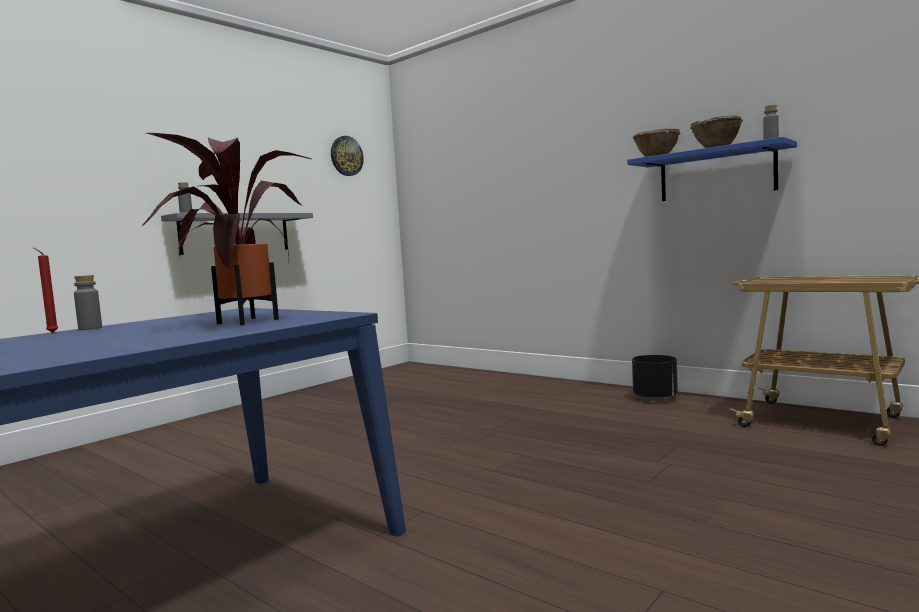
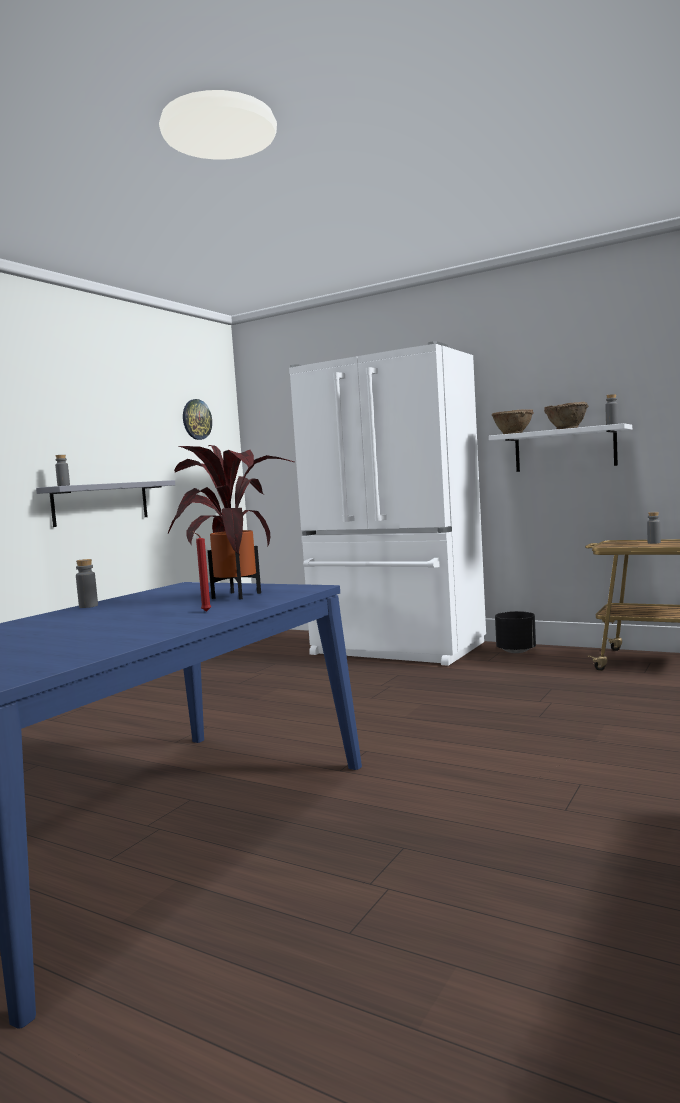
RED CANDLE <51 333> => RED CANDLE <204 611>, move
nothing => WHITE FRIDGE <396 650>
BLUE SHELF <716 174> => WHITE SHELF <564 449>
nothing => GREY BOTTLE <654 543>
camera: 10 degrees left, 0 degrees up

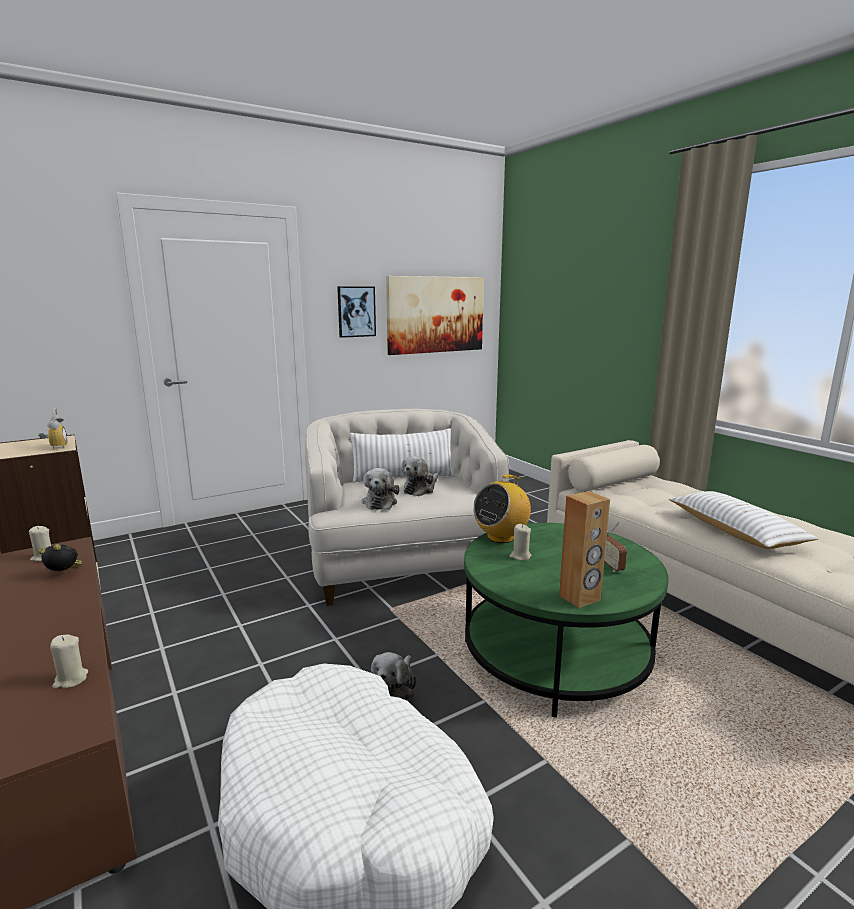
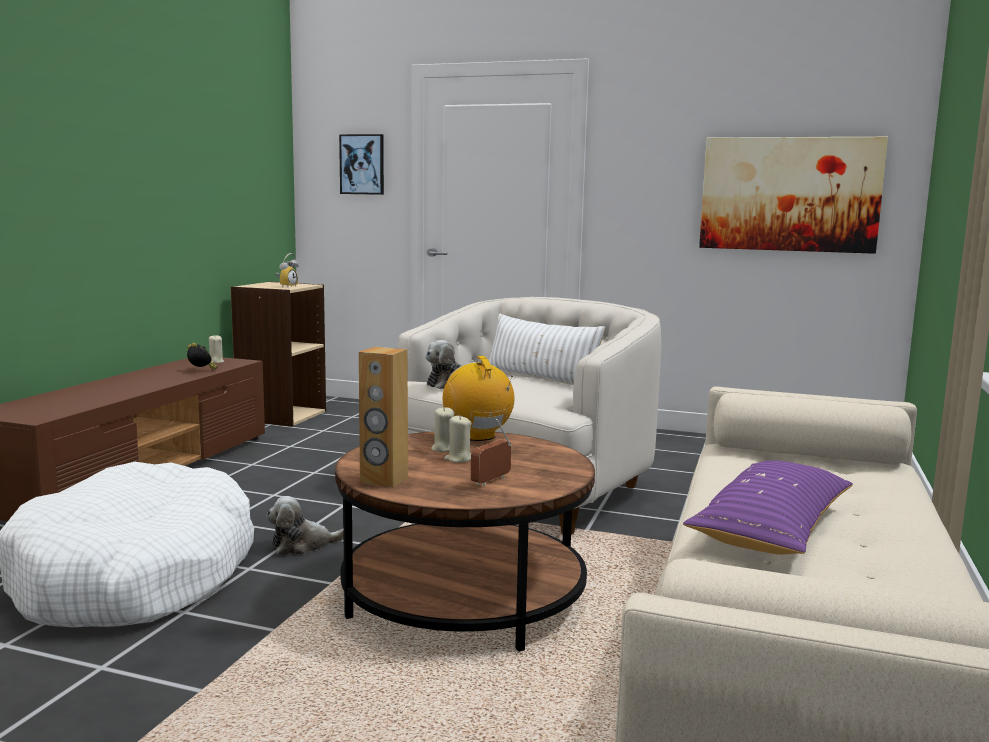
GREEN COFFEE TABLE <555 654> => BROWN COFFEE TABLE <464 596>
PICTURE <356 311> => PICTURE <362 164>, move
RADIO <501 537> => RADIO <478 436>, 60 degrees clockwise
BEIGE CANDLE <70 680> => BEIGE CANDLE <458 459>, move
WHITE PILLOW <735 531> => PURPLE PILLOW <772 528>
PLUSH TOY <420 489> => nothing
camera: 50 degrees right, 5 degrees down

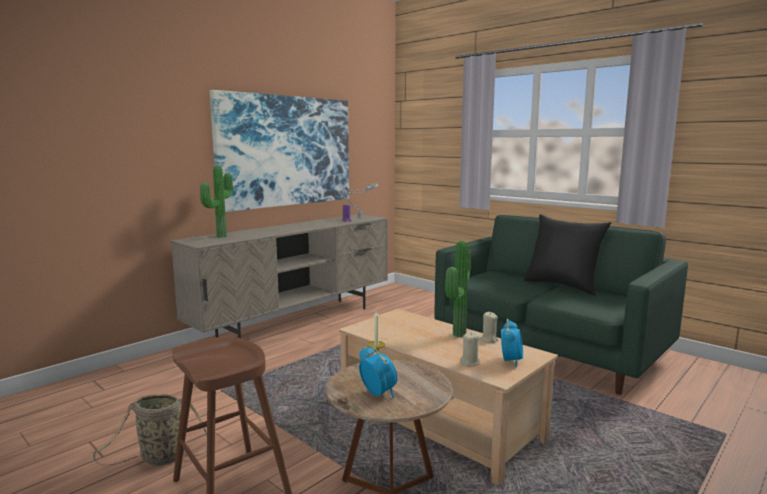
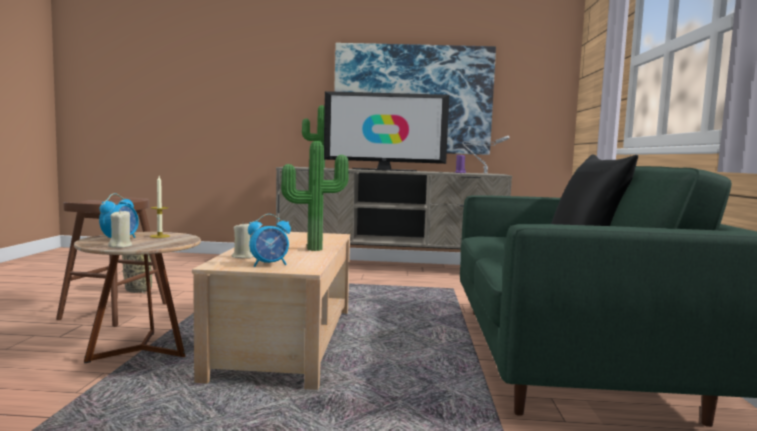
BEIGE CANDLE <488 340> => BEIGE CANDLE <120 246>, move
nothing => TELEVISION <384 170>
camera: 50 degrees right, 5 degrees down

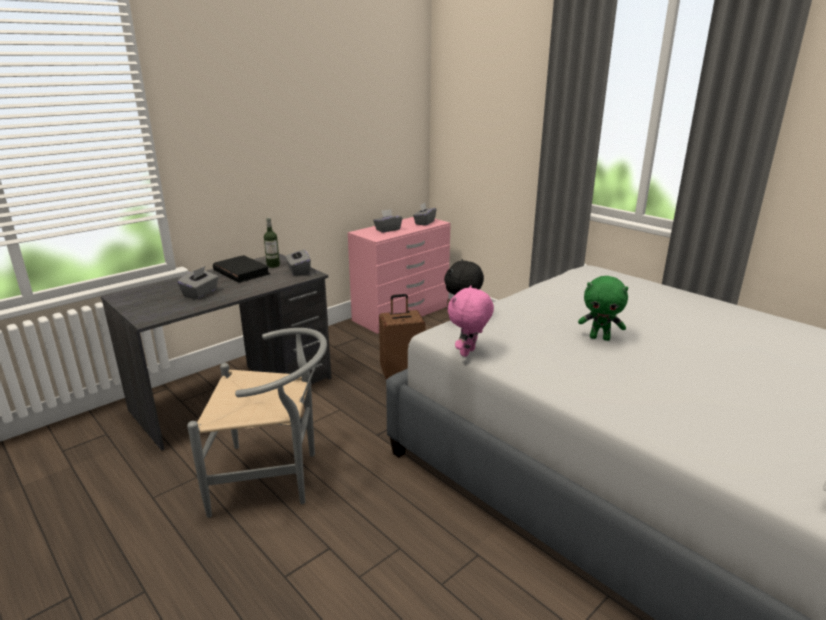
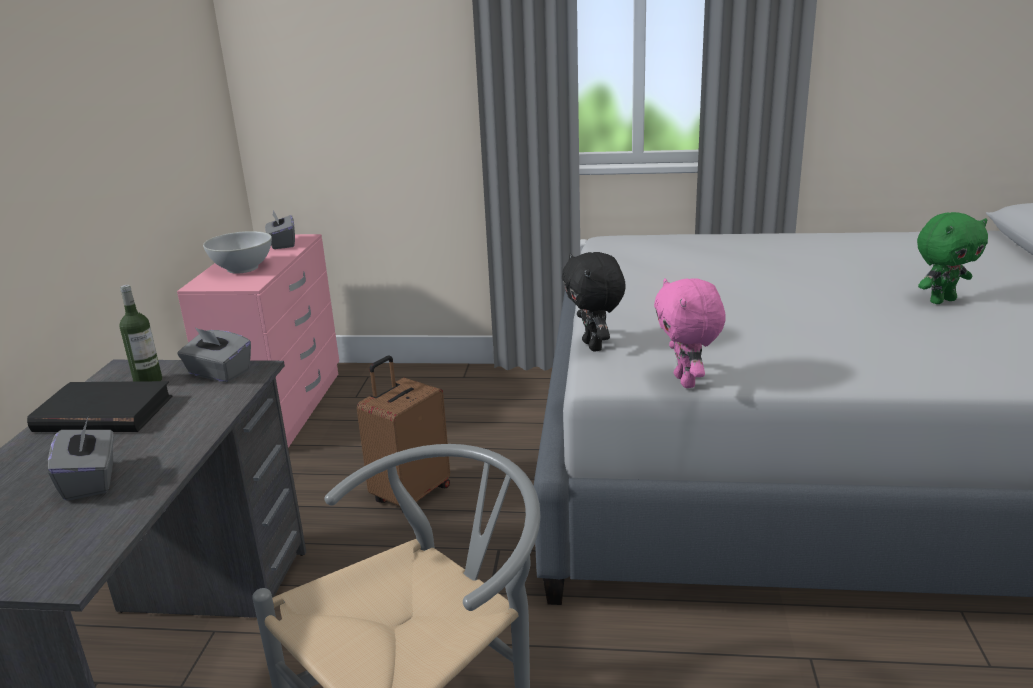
GREY TISSUE BOX <387 230> => WHITE BOWL <242 268>
GREEN PLUSH TOY <600 338> => GREEN PLUSH TOY <941 300>, move
camera: 40 degrees left, 0 degrees up

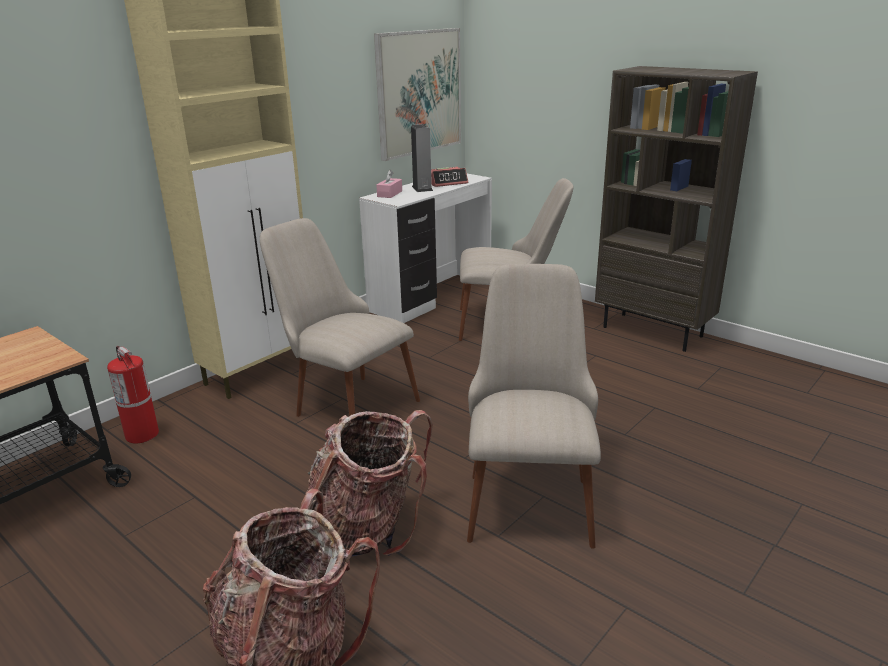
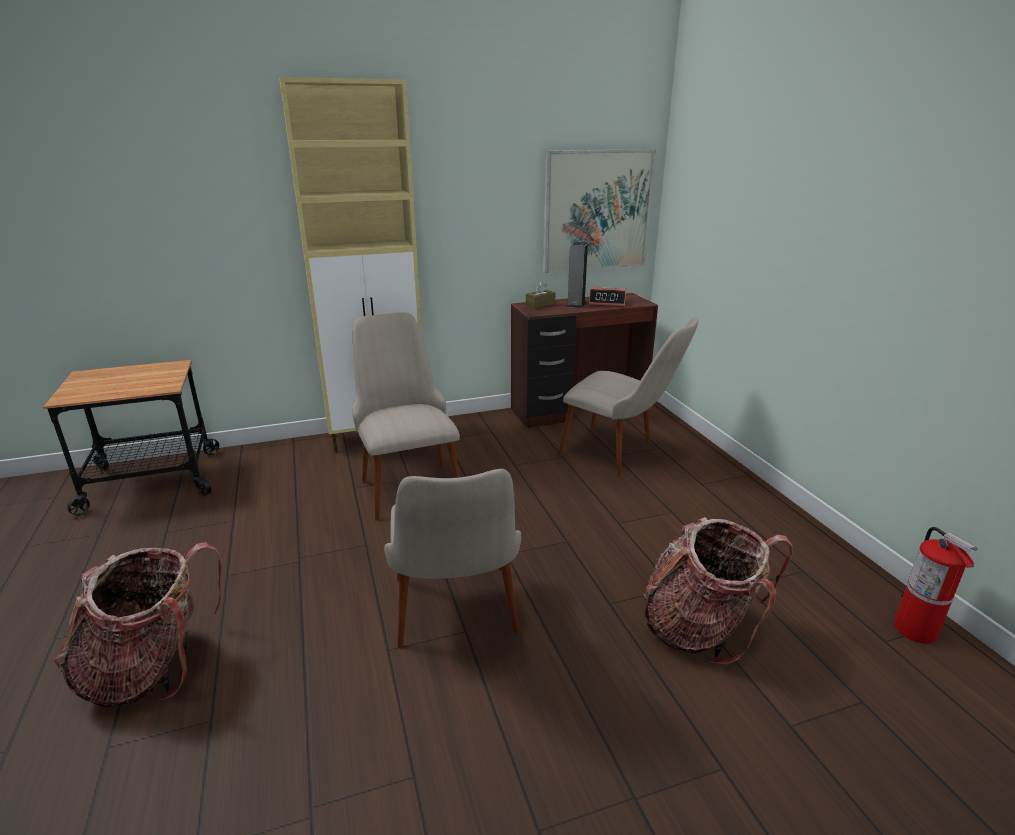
BEIGE CHAIR <529 493> => BEIGE CHAIR <457 622>, 135 degrees clockwise
WHITE DESK <432 297> => BROWN DESK <579 410>
PINK TISSUE BOX <389 194> => BROWN TISSUE BOX <540 304>
BACKPACK <368 527> => BACKPACK <700 629>, move
FIRE EXTINGUISHER <142 435> => FIRE EXTINGUISHER <915 630>, move
BROWN BOOKCASE <653 331> => nothing
camera: 30 degrees right, 0 degrees up

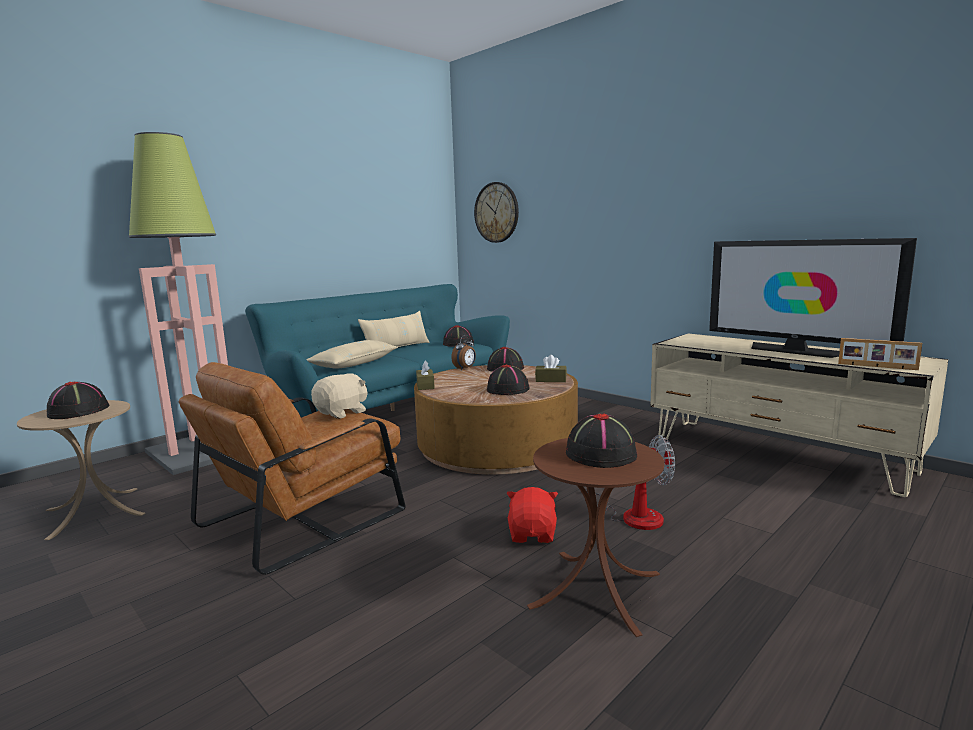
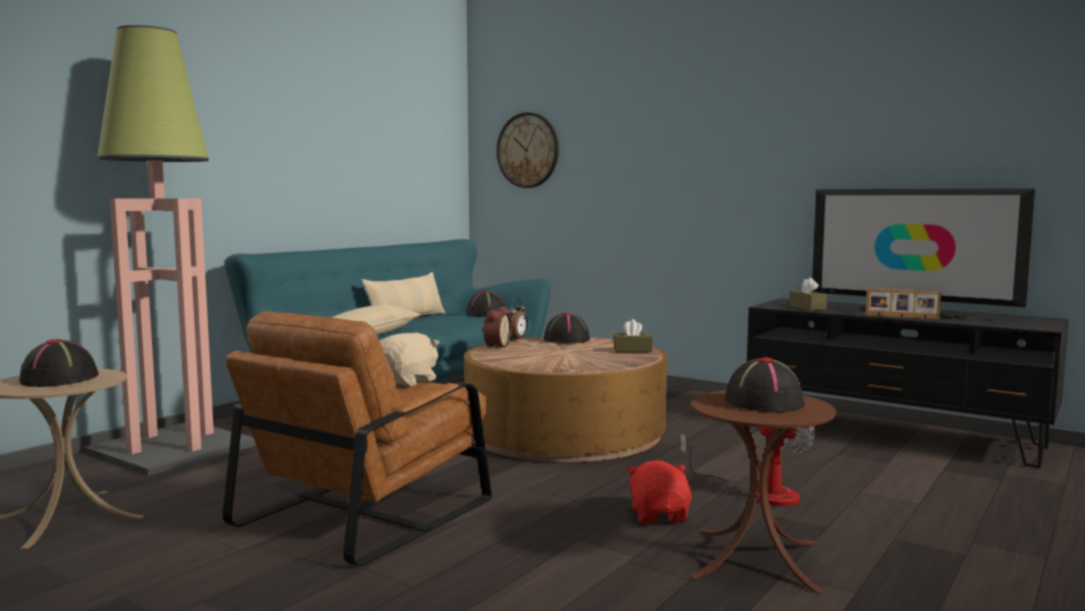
nothing => ALARM CLOCK <496 346>
BEIGE TV STAND <777 454> => BLACK TV STAND <894 434>
BROWN TISSUE BOX <425 385> => BROWN TISSUE BOX <807 308>, move
PICTURE FRAME <877 367> => PICTURE FRAME <901 317>, move
BLACK HAT <508 389> => nothing
camera: 10 degrees left, 5 degrees down

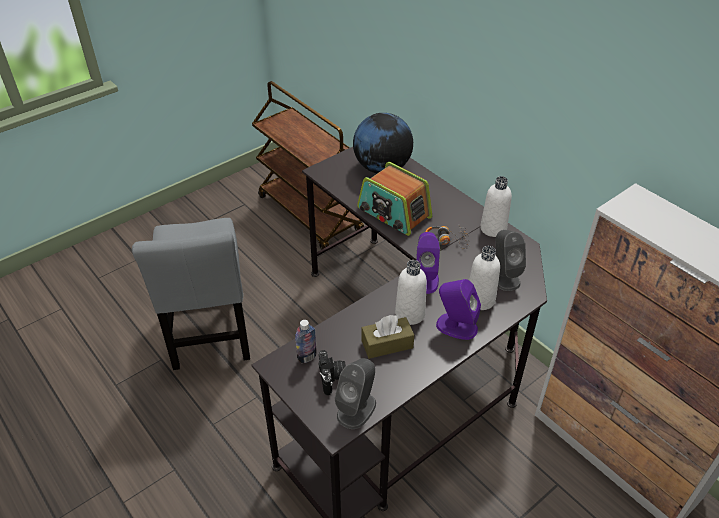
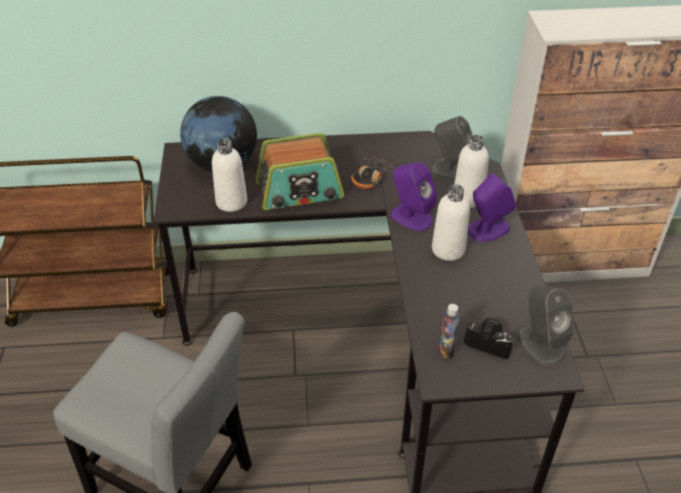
WHITE BOTTLE <493 228> => WHITE BOTTLE <231 202>, move
BROWN TISSUE BOX <387 344> => nothing
camera: 55 degrees left, 0 degrees up

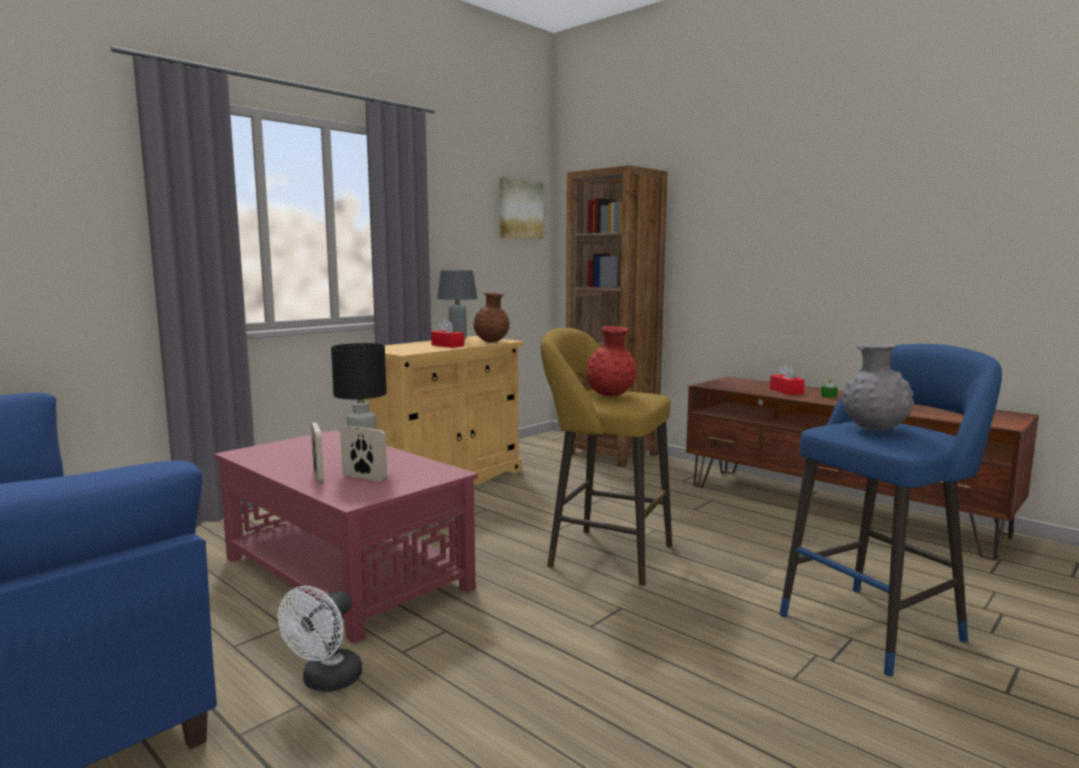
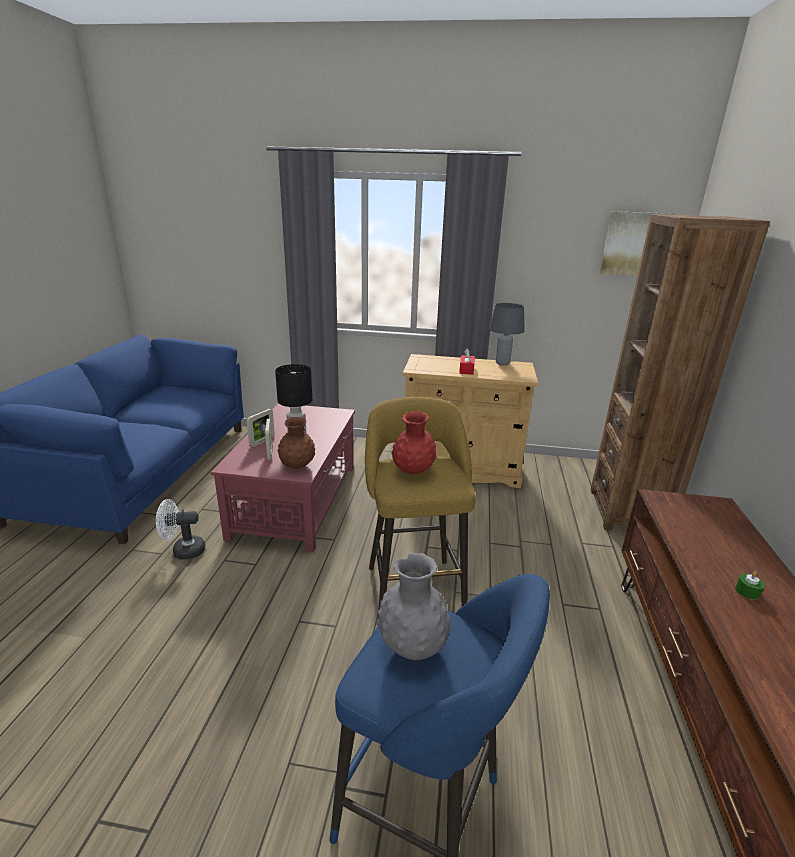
BROWN VASE <491 342> => BROWN VASE <297 466>, move
RED TISSUE BOX <786 391> => nothing
camera: 55 degrees right, 15 degrees up

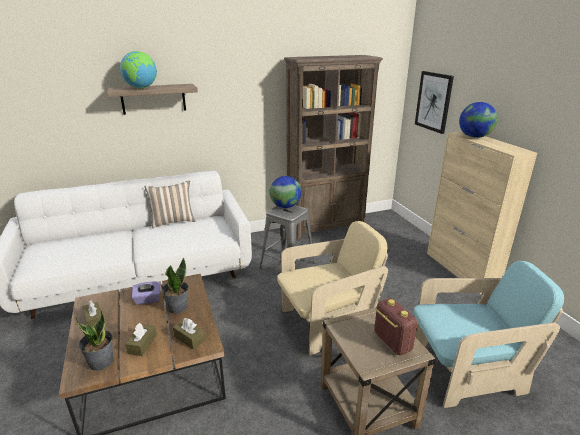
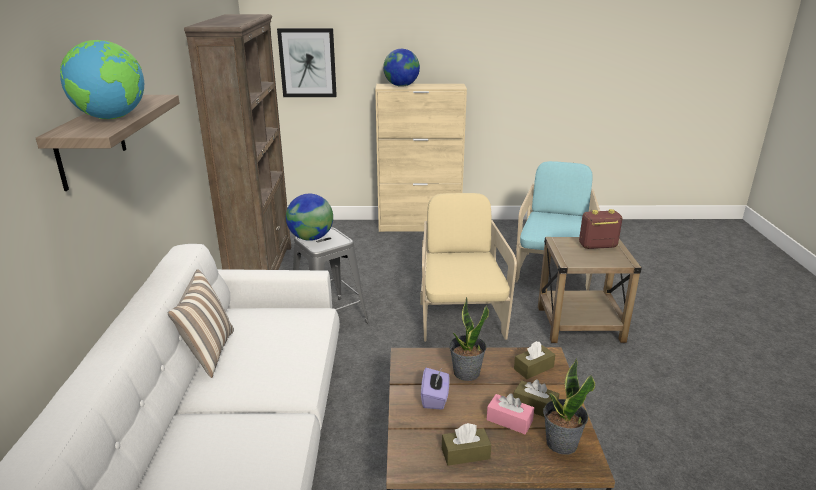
nothing => PINK TISSUE BOX <509 420>
camera: 70 degrees left, 0 degrees up

